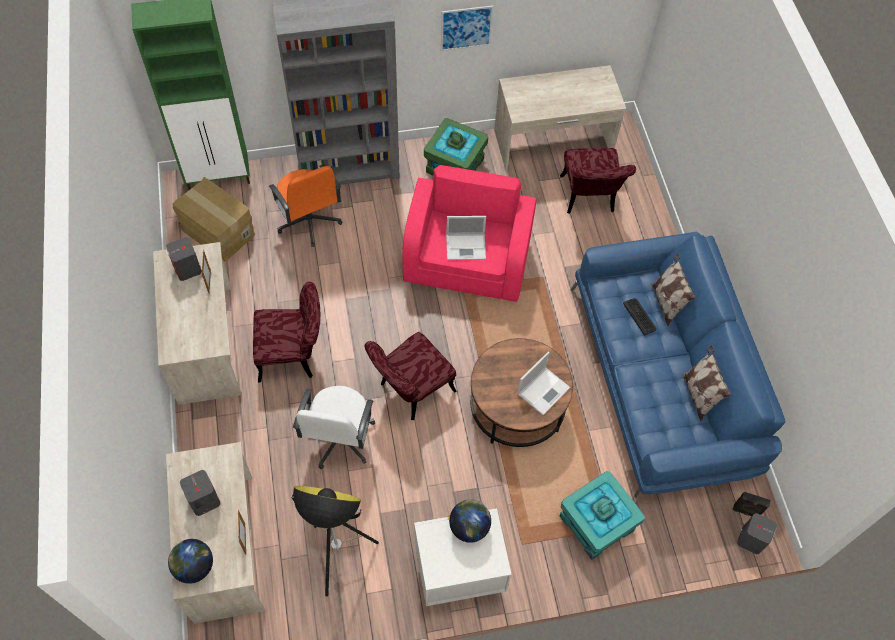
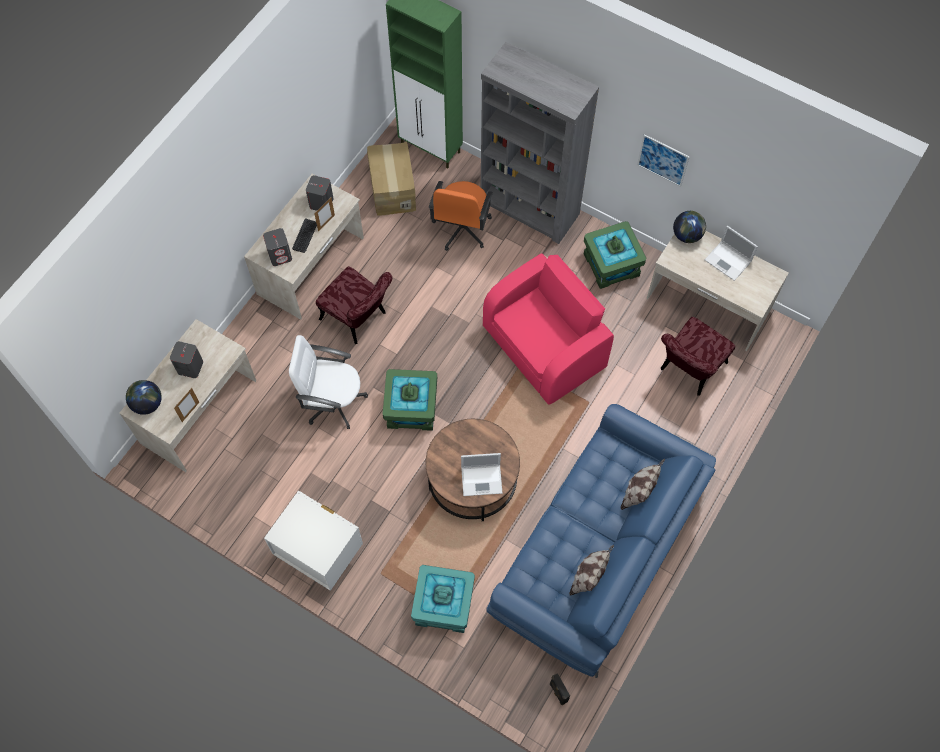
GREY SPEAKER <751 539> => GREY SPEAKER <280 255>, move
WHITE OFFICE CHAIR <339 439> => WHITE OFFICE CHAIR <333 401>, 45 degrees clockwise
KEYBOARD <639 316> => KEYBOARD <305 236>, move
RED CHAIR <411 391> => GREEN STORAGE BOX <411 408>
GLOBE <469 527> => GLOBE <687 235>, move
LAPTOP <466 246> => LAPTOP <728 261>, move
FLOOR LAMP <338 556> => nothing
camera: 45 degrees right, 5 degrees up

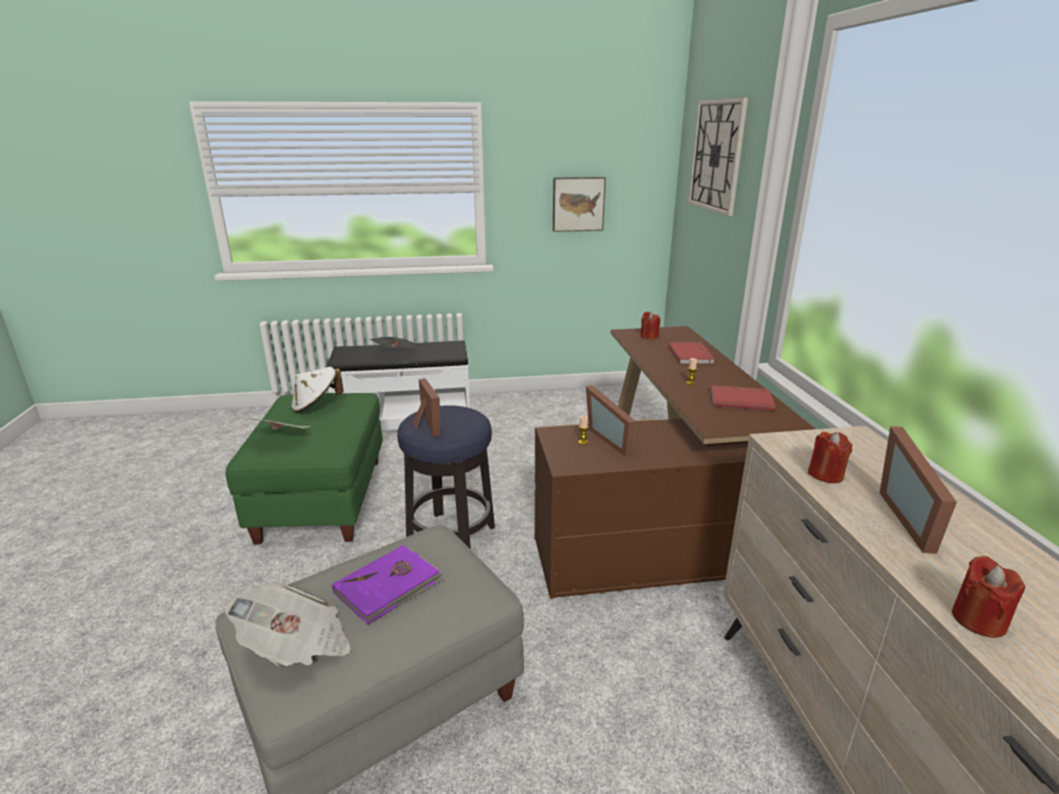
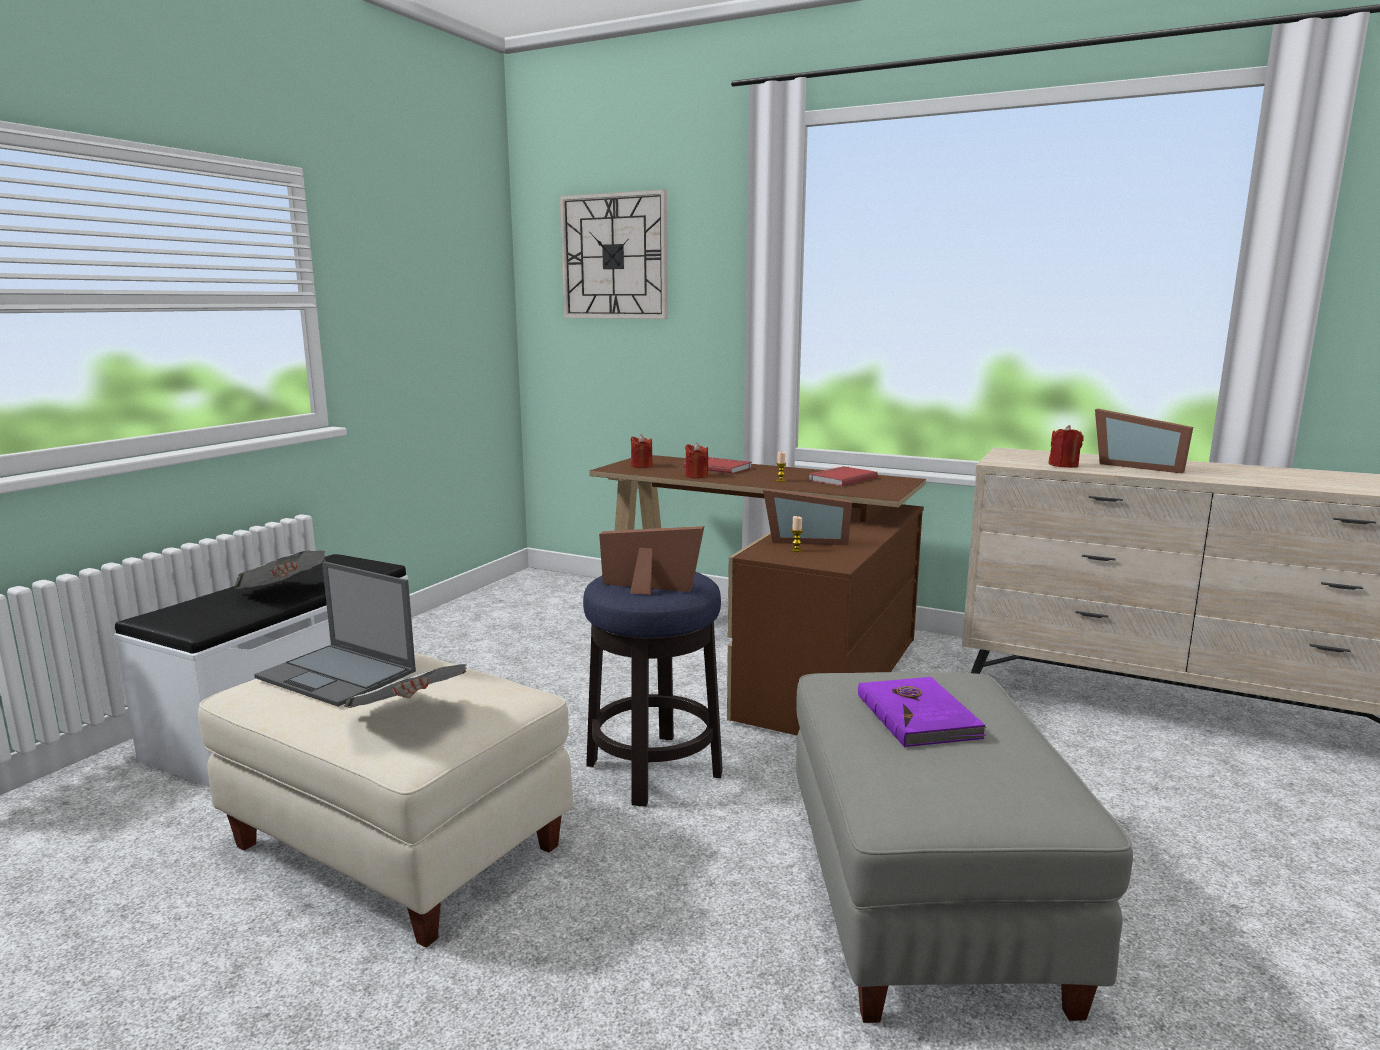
GREEN OTTOMAN <323 499> => BEIGE OTTOMAN <399 845>
WHITE HAT <316 406> => LAPTOP <338 675>
RED CANDLE <978 620> => RED CANDLE <696 476>, move
NEWSPAPER <297 646> => nothing
PICTURE <578 204> => nothing
camera: 55 degrees left, 10 degrees down

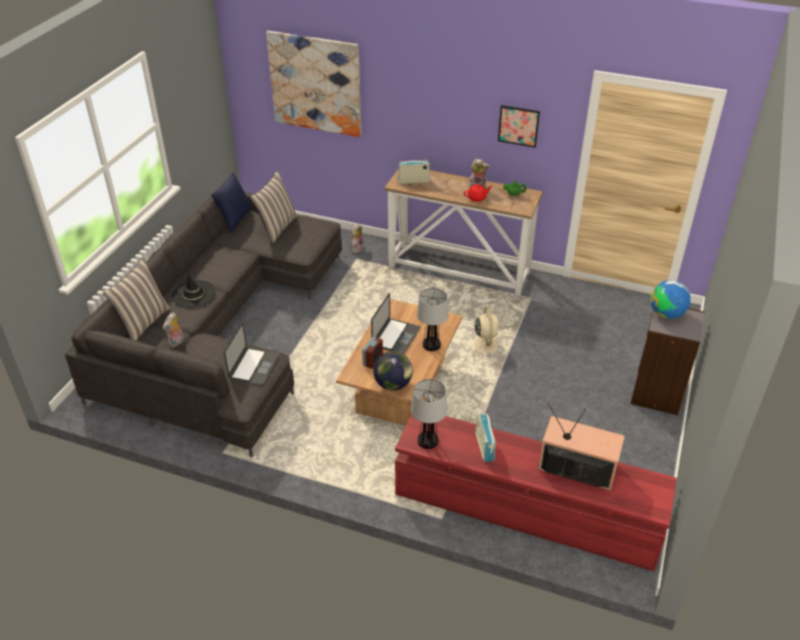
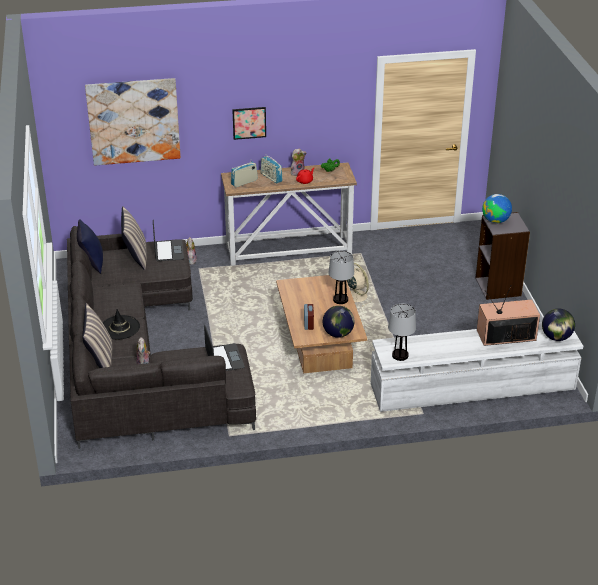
LAPTOP <396 336> => LAPTOP <168 251>, move
PICTURE <518 126> => PICTURE <249 123>, move
RADIO <484 447> => RADIO <271 177>, move
RED TV STAND <526 510> => WHITE TV STAND <472 387>
nothing => GLOBE <556 337>
camera: 30 degrees left, 5 degrees down

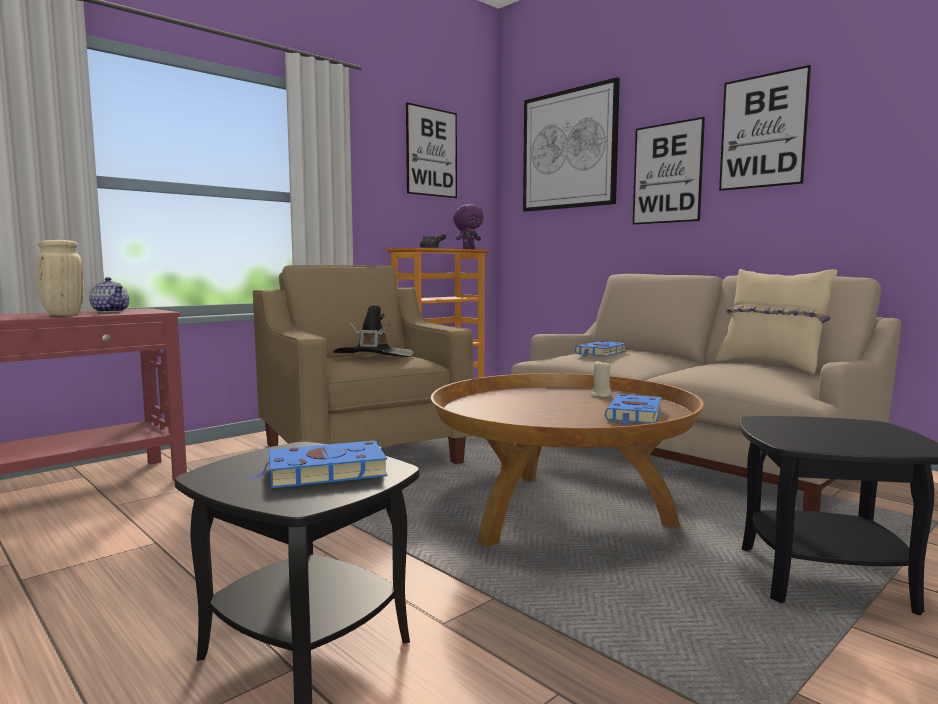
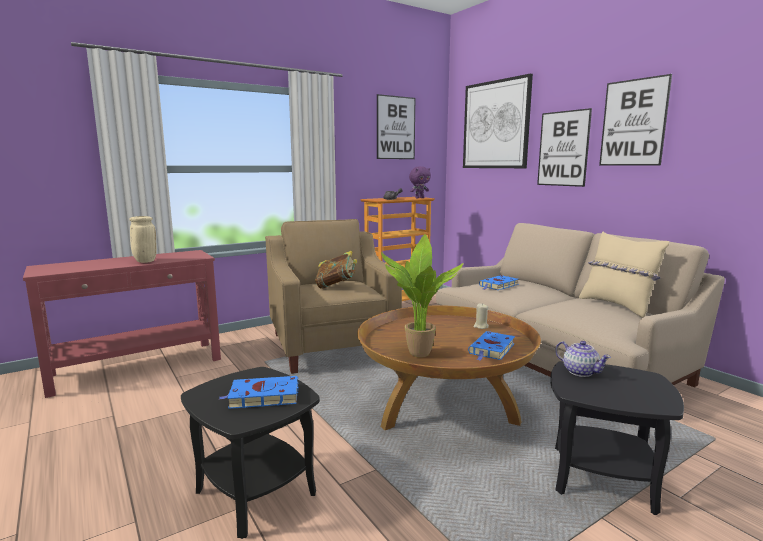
BLACK HAT <373 356> => BOOK <336 286>
nothing => POTTED PLANT <416 353>
TEAPOT <110 311> => TEAPOT <580 371>, move
camera: 10 degrees right, 5 degrees up

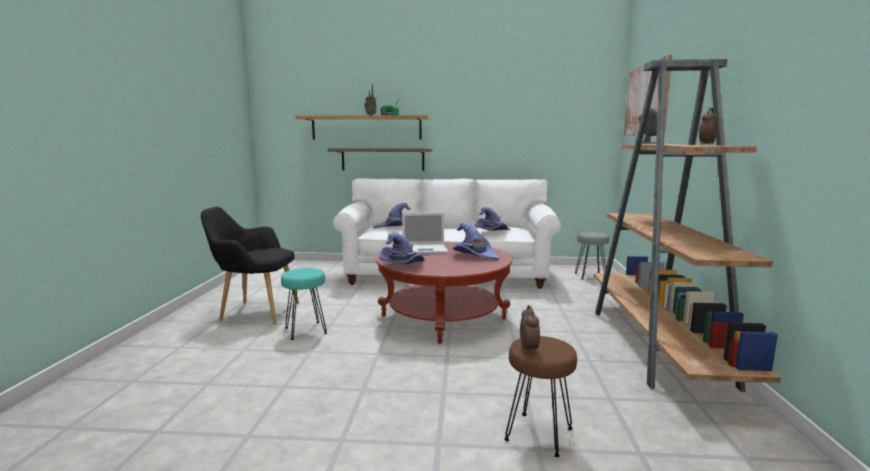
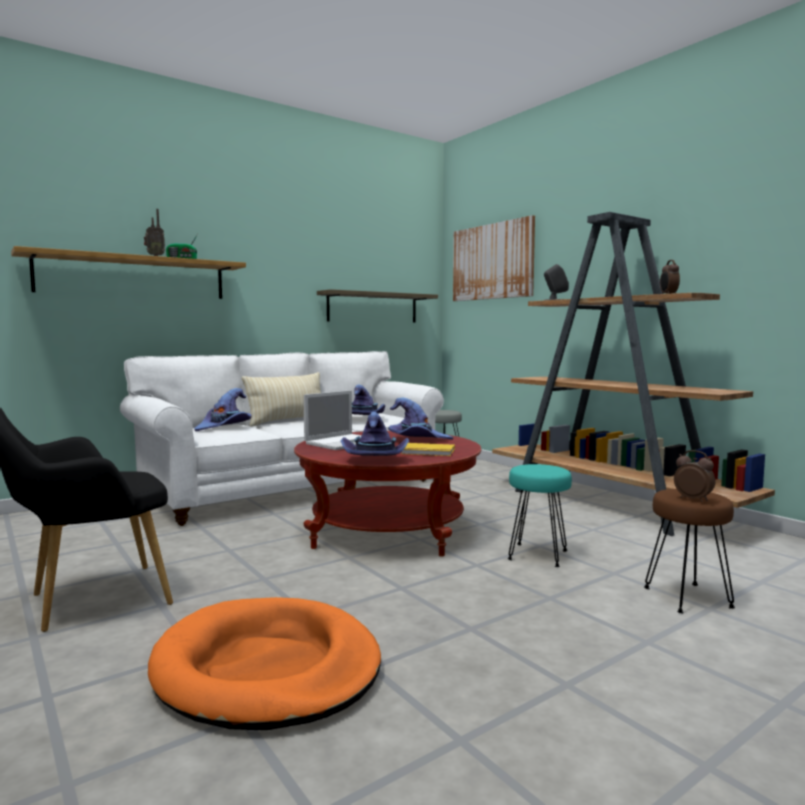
nothing => ORANGE DOG BED <267 669>
nothing => BEIGE PILLOW <288 421>
SHELF <382 159> => SHELF <373 307>, move
nothing => YELLOW BOOK <428 452>
TURQUOISE STOOL <306 331> => TURQUOISE STOOL <538 555>, move
camera: 40 degrees left, 5 degrees down

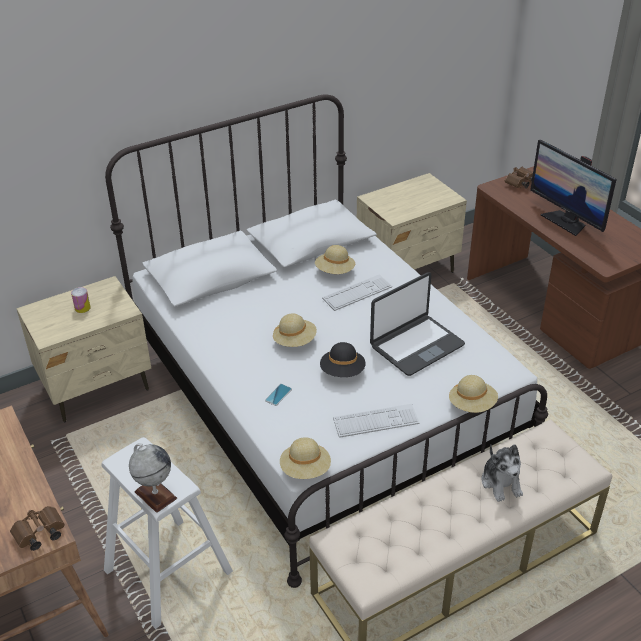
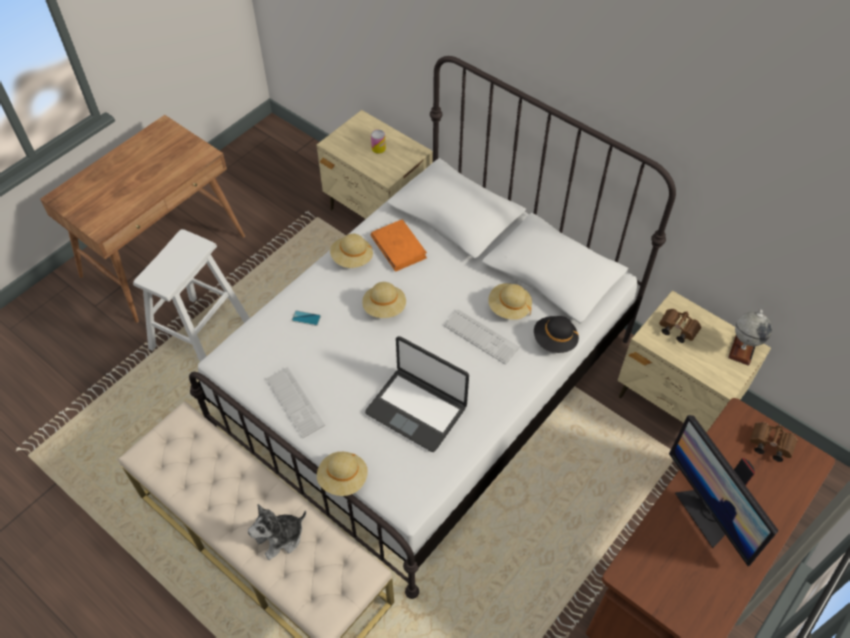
BEIGE HAT <305 469> => BEIGE HAT <352 259>, move
nothing => ORANGE BOOK <398 247>
BLACK HAT <342 372> => BLACK HAT <554 341>, move
BROWN BINOCULARS <39 535> => BROWN BINOCULARS <676 329>, move
MONITOR <566 221> => MONITOR <707 513>, 60 degrees counterclockwise
GLOBE <155 495> => GLOBE <742 350>, move
camera: 70 degrees right, 15 degrees up

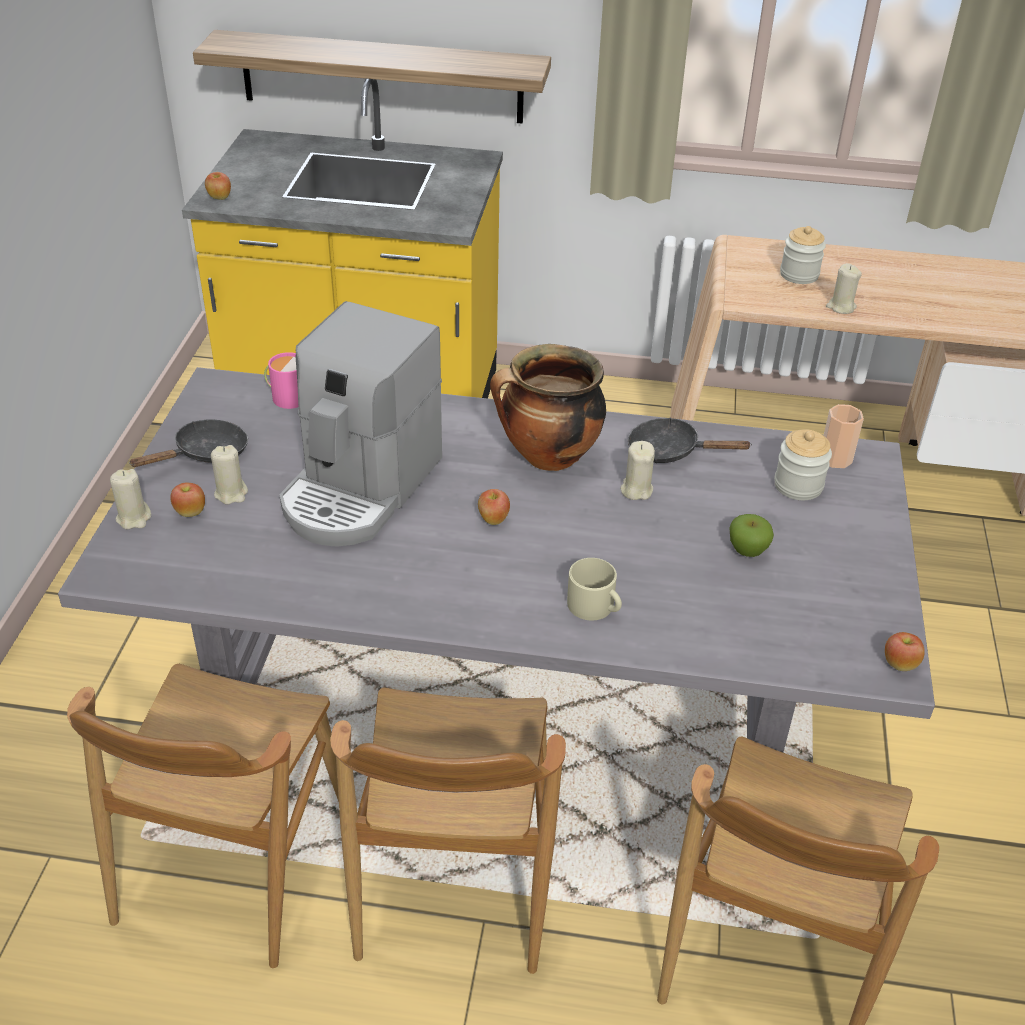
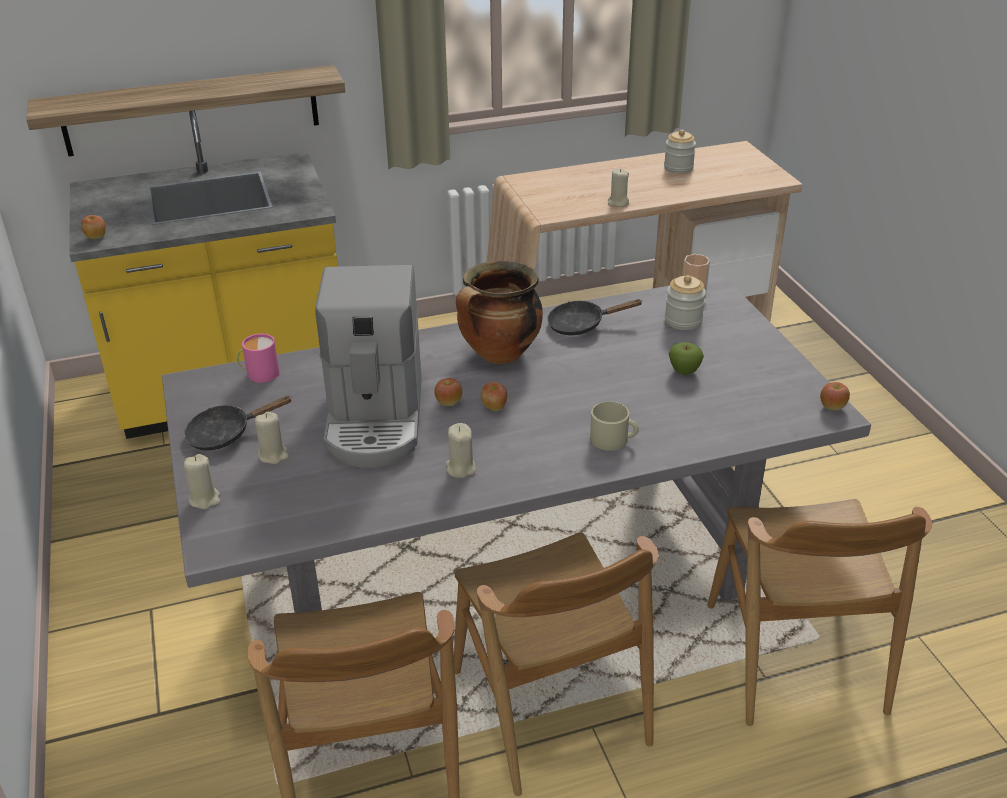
BLACK FRYING PAN <205 453> => BLACK FRYING PAN <226 434>, 135 degrees counterclockwise
APPLE <190 512> => APPLE <448 403>, move
BEIGE CANDLE <636 490> => BEIGE CANDLE <460 468>, move
JAR <799 275> => JAR <678 168>, move
camera: 25 degrees left, 5 degrees down

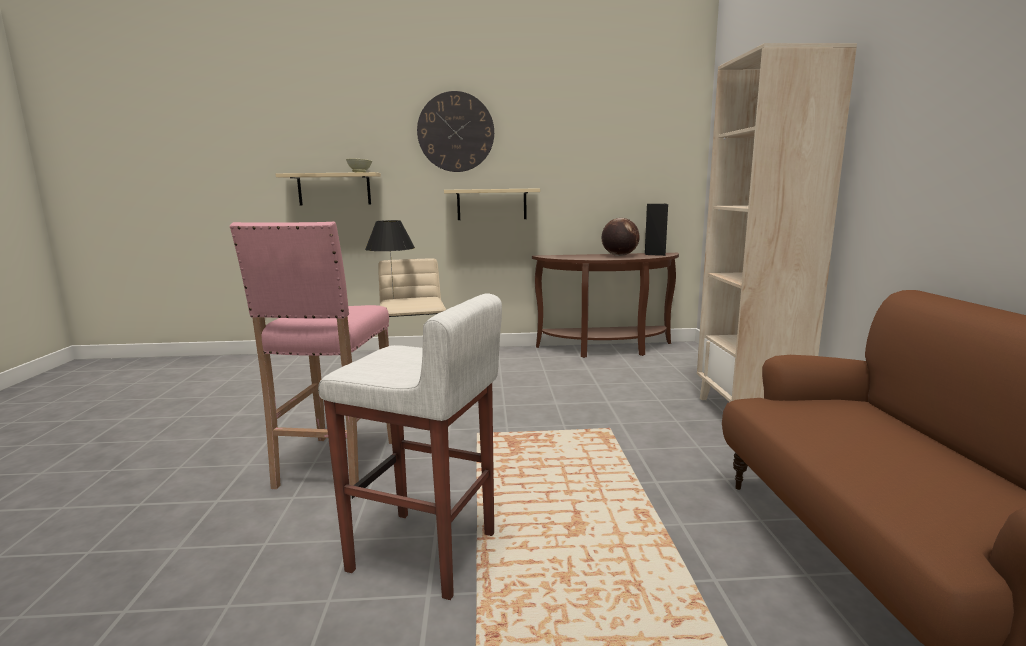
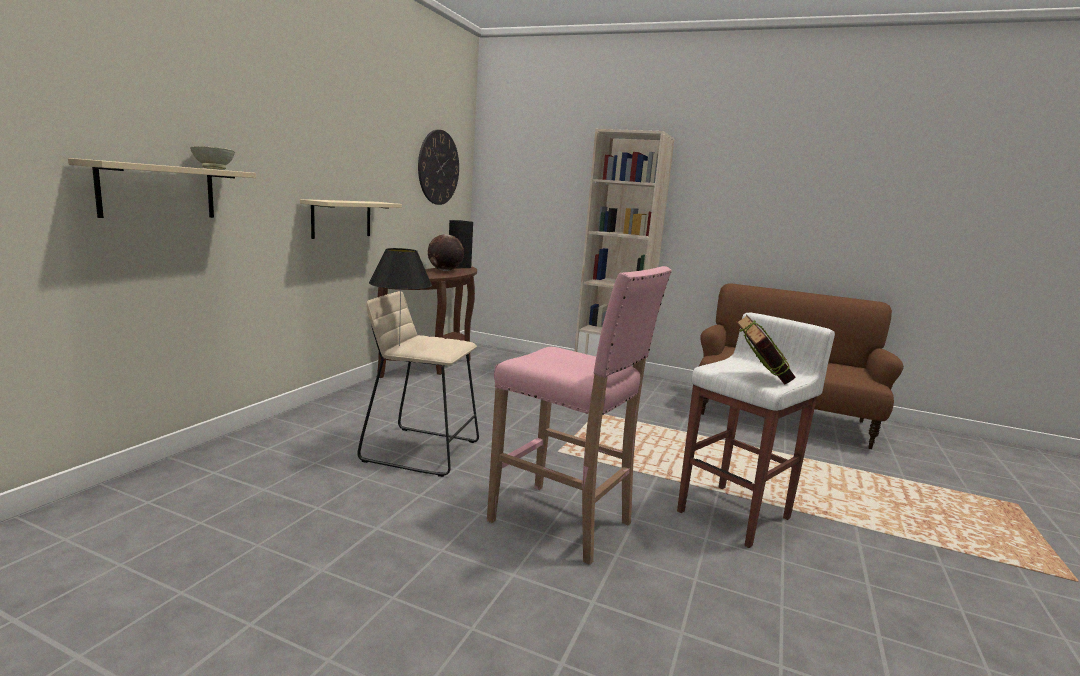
WALL CLOCK <456 132> => WALL CLOCK <438 167>, move
nothing => BOOK <760 379>
camera: 65 degrees left, 0 degrees up

